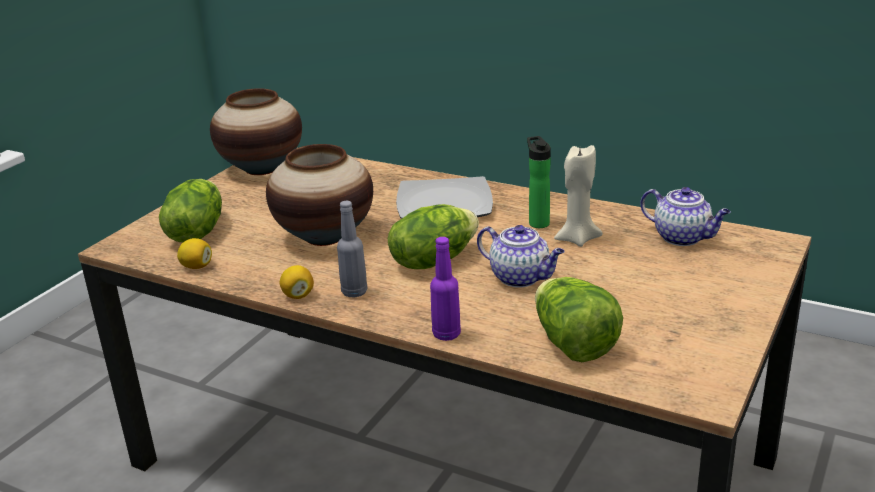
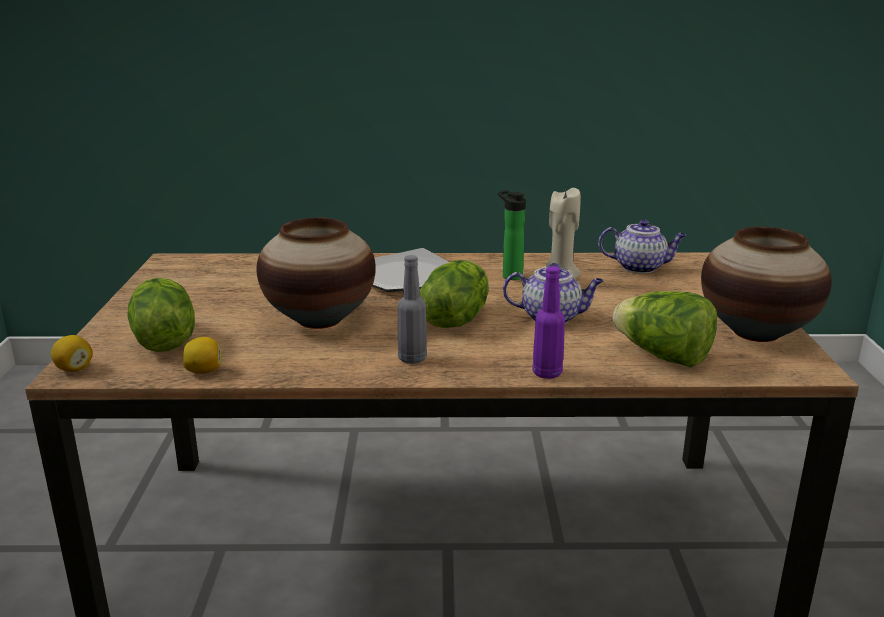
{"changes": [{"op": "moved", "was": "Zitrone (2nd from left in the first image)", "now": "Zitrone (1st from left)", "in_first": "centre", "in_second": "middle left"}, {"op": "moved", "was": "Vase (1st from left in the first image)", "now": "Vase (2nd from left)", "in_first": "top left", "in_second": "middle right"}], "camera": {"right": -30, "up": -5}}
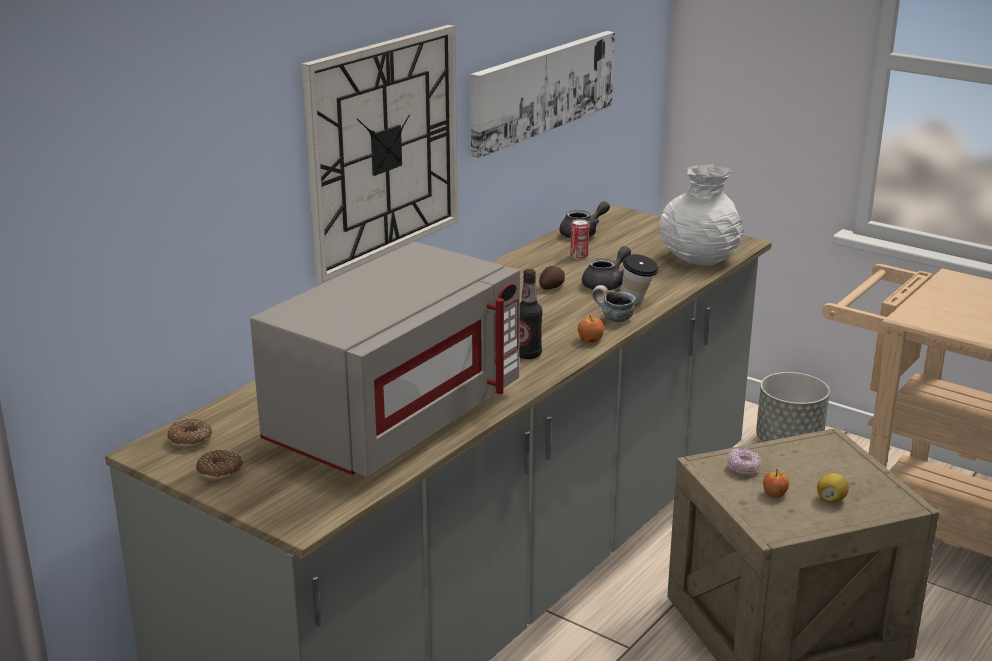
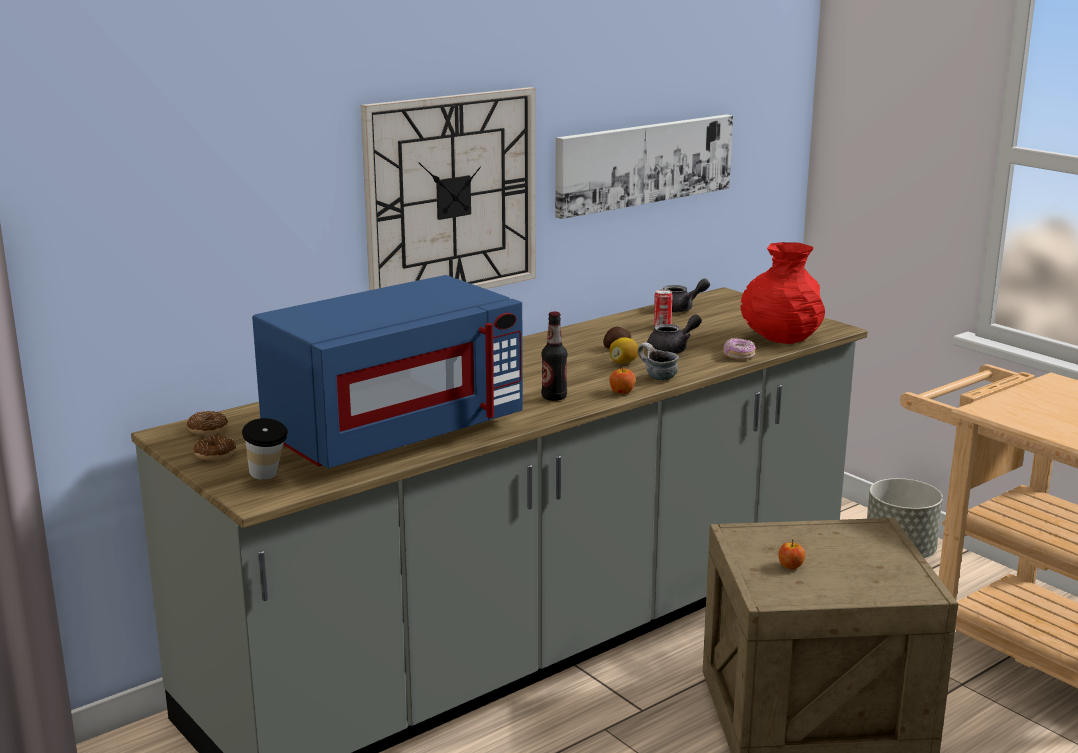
{"changes": [{"op": "moved", "was": "Tasse", "in_first": "centre", "in_second": "middle left"}, {"op": "recoloured", "was": "Mikrowelle (grau)", "now": "Mikrowelle (blau)", "in_first": "centre", "in_second": "centre"}, {"op": "moved", "was": "Zitrone", "in_first": "bottom right", "in_second": "centre"}, {"op": "moved", "was": "Donut (3rd from left)", "in_first": "bottom right", "in_second": "middle right"}, {"op": "recoloured", "was": "Vase (weiß)", "now": "Vase (rot)", "in_first": "top right", "in_second": "middle right"}], "camera": {"right": 15, "up": -5}}
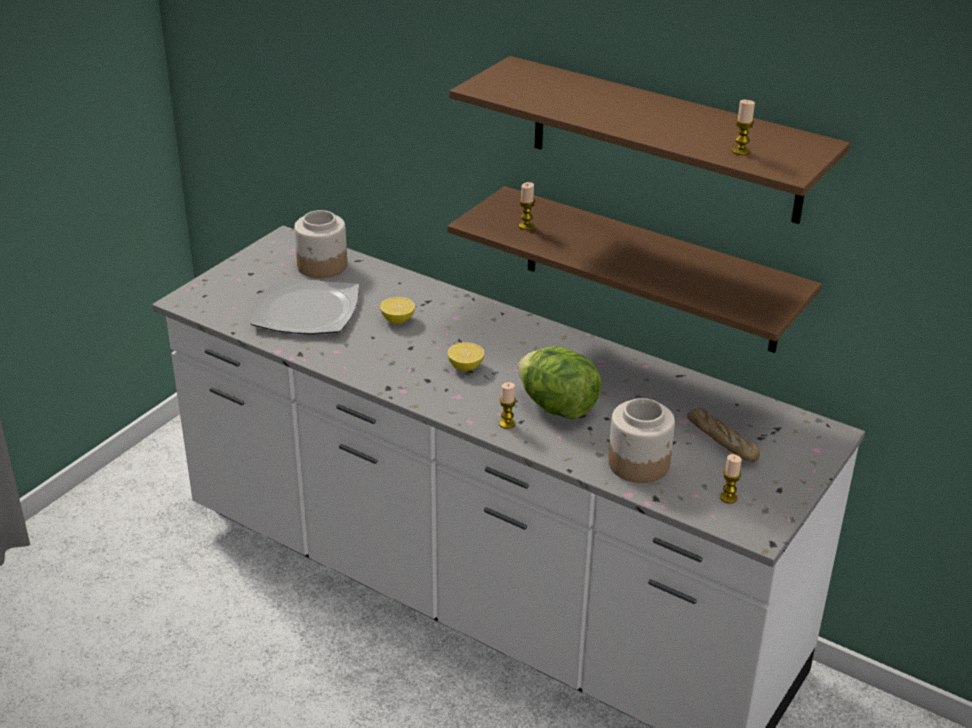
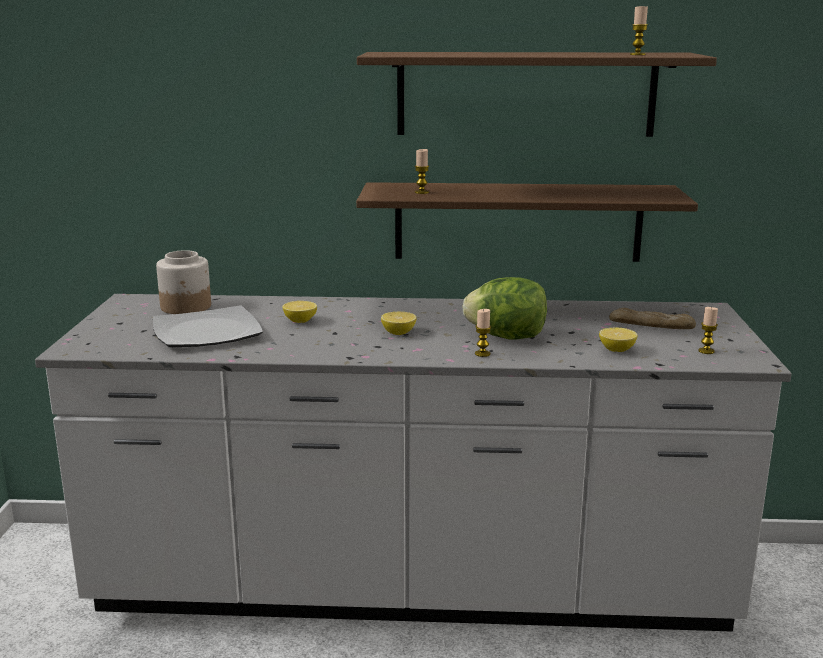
{"changes": [{"op": "replaced", "was": "Vorratsglas (2nd from left)", "now": "Zitrone (3rd from left)", "in_first": "centre", "in_second": "middle right"}], "camera": {"right": -30, "up": -15}}
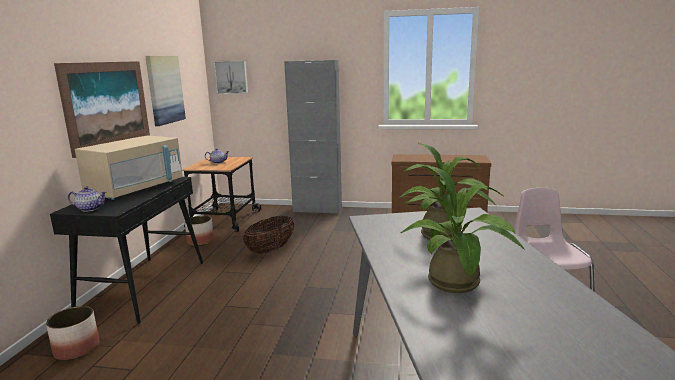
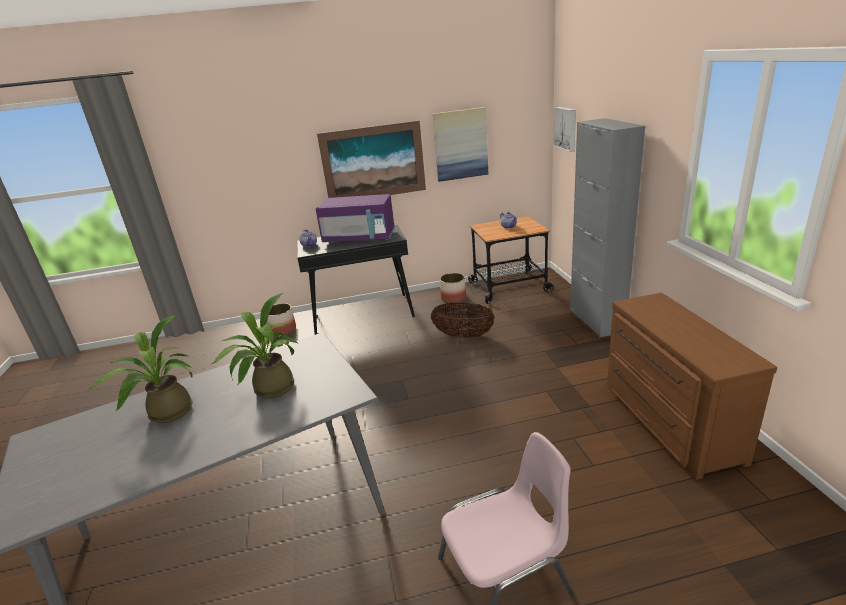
{"changes": [{"op": "recoloured", "was": "Mikrowelle (beige)", "now": "Mikrowelle (lila)", "in_first": "middle left", "in_second": "centre"}], "camera": {"right": 70, "up": 10}}
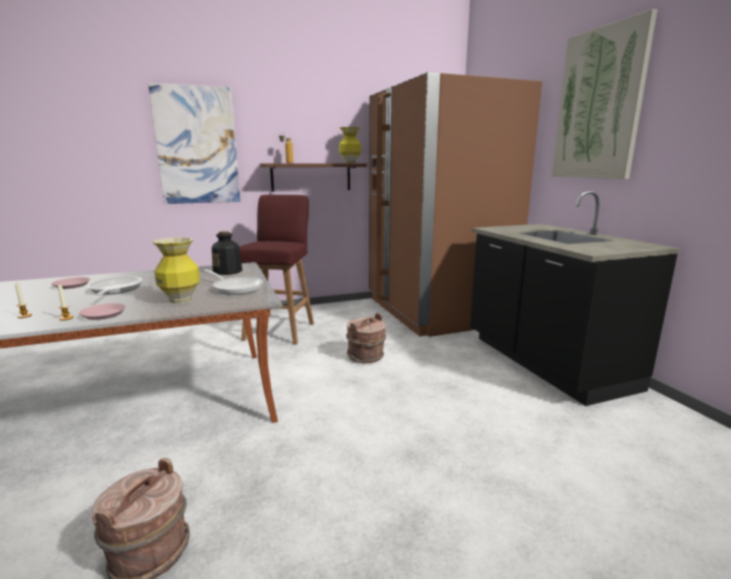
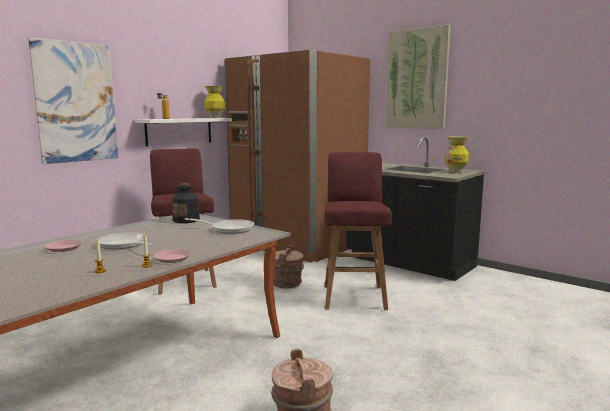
{"changes": [{"op": "recoloured", "was": "Wandregal (braun)", "now": "Wandregal (weiß)", "in_first": "top centre", "in_second": "top left"}, {"op": "added", "now": "Hocker (rot) (2nd from left)", "in_second": "centre"}, {"op": "moved", "was": "Vase (1st from left in the first image)", "now": "Vase (2nd from left)", "in_first": "middle left", "in_second": "middle right"}], "camera": {"right": -30, "up": -5}}
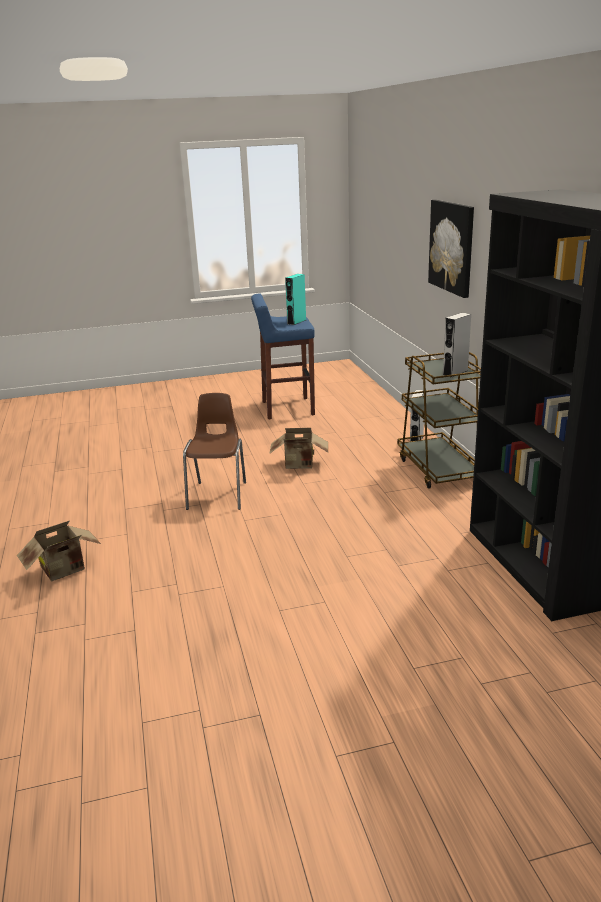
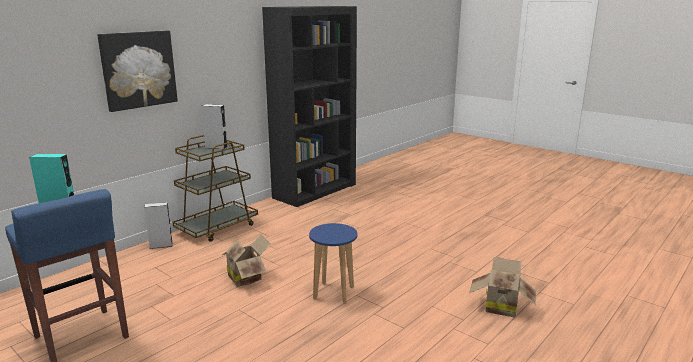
{"changes": [{"op": "replaced", "was": "Stuhl (braun)", "now": "Hocker (blau) (2nd from left)", "in_first": "centre", "in_second": "bottom centre"}], "camera": {"right": -125, "up": -5}}
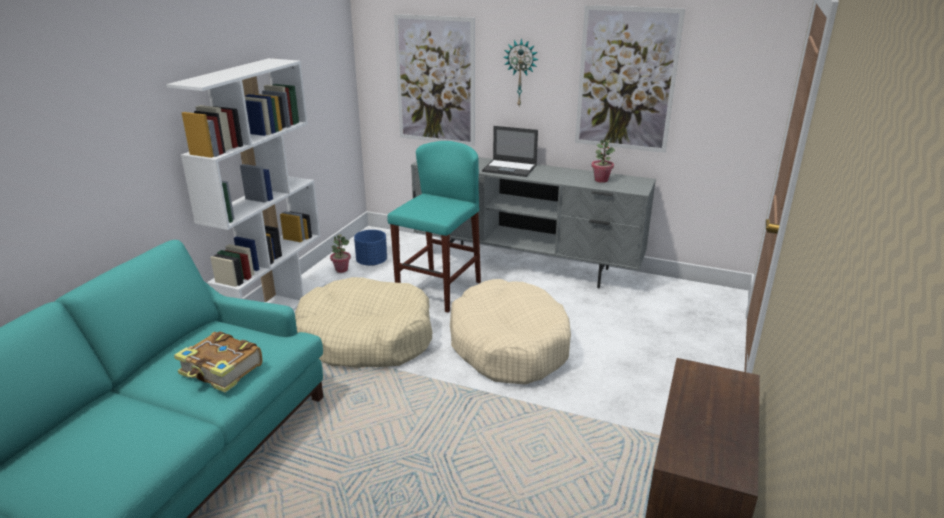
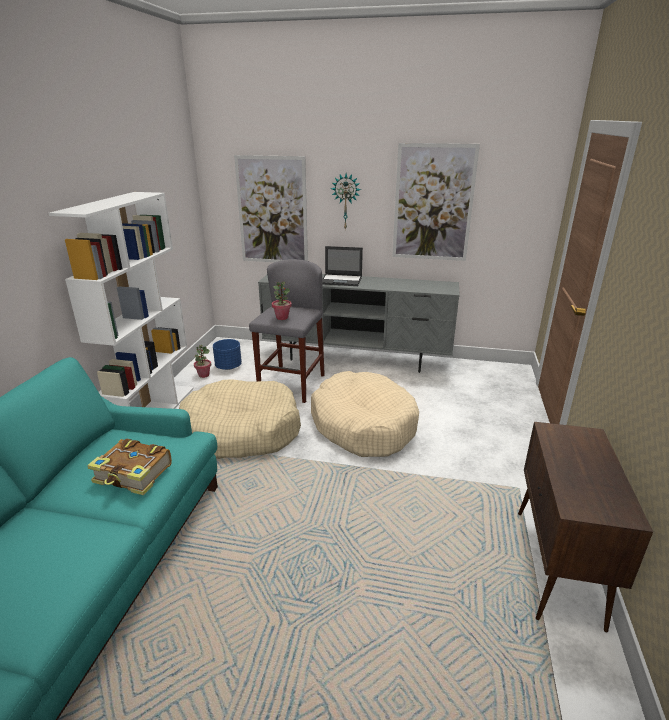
{"changes": [{"op": "recoloured", "was": "Hocker (türkis)", "now": "Hocker (grau)", "in_first": "centre", "in_second": "centre"}, {"op": "moved", "was": "Topfpflanze (2nd from left)", "in_first": "top centre", "in_second": "centre"}], "camera": {"right": -10, "up": 0}}
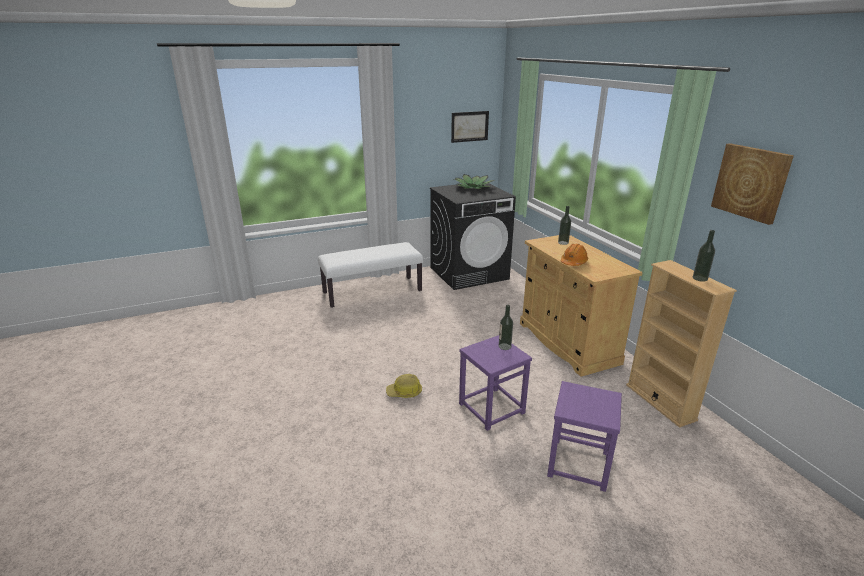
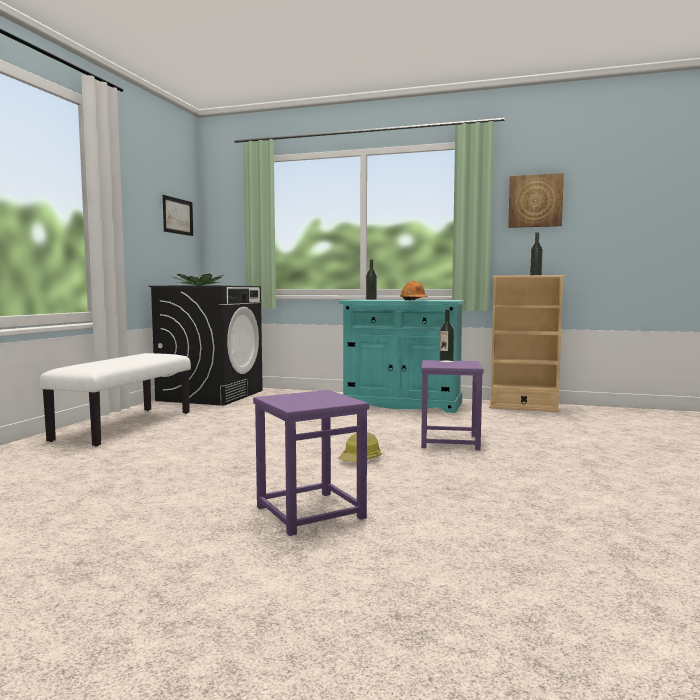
{"changes": [{"op": "moved", "was": "Hocker (lila) (2nd from left in the first image)", "now": "Hocker (lila) (1st from left)", "in_first": "bottom right", "in_second": "centre"}, {"op": "recoloured", "was": "Schrank (beige)", "now": "Schrank (türkis)", "in_first": "middle right", "in_second": "centre"}], "camera": {"right": -50, "up": -20}}
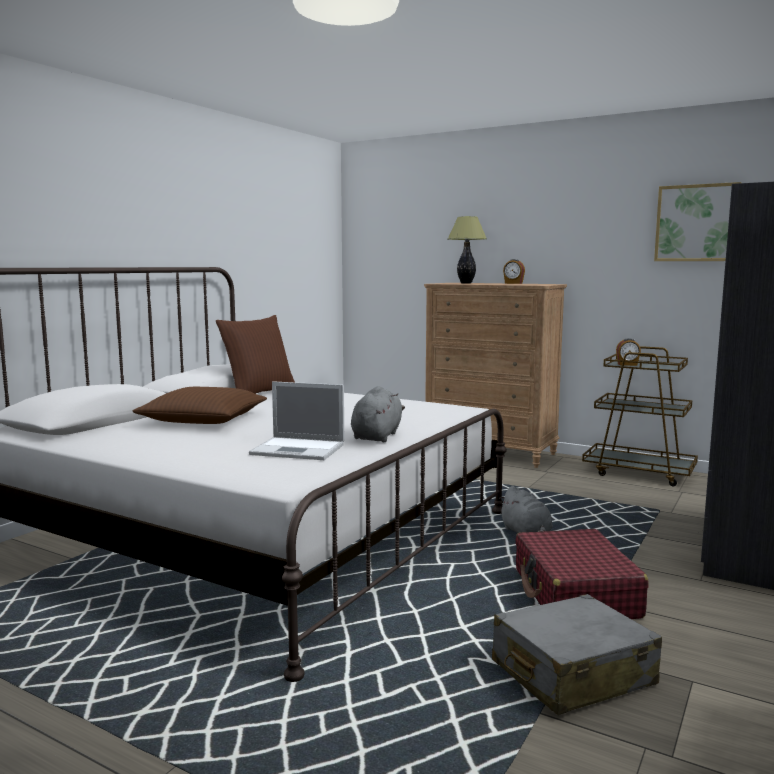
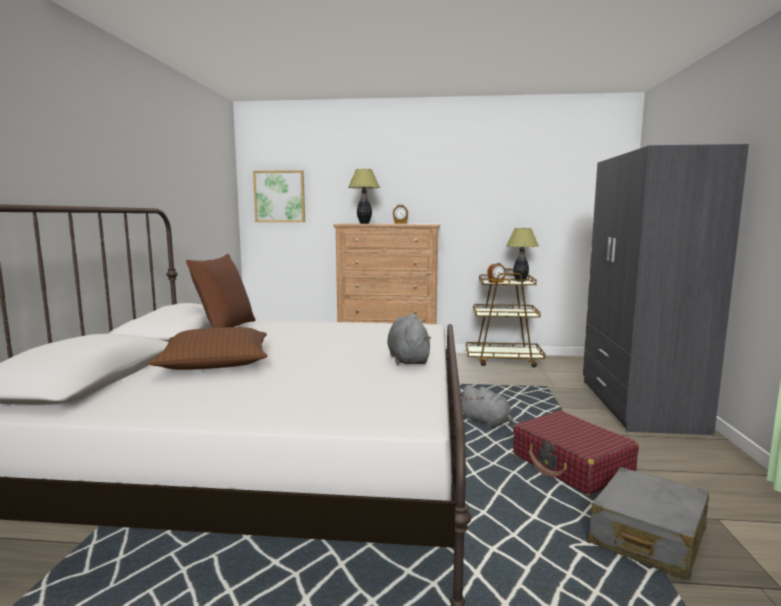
{"changes": [{"op": "moved", "was": "Bild", "in_first": "top right", "in_second": "top centre"}, {"op": "added", "now": "Tischlampe (2nd from left)", "in_second": "middle right"}, {"op": "removed", "was": "Laptop", "in_first": "centre"}], "camera": {"right": -25, "up": 0}}
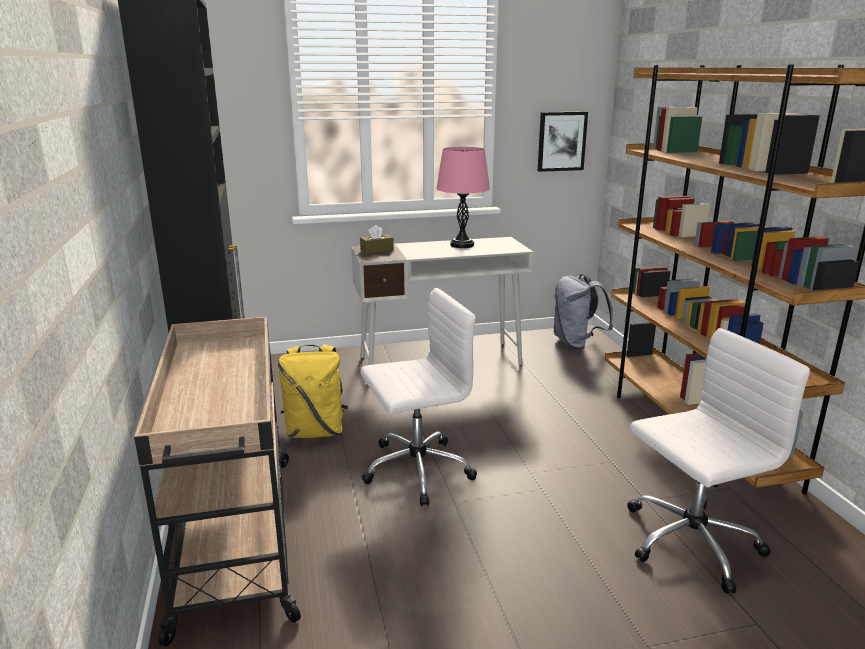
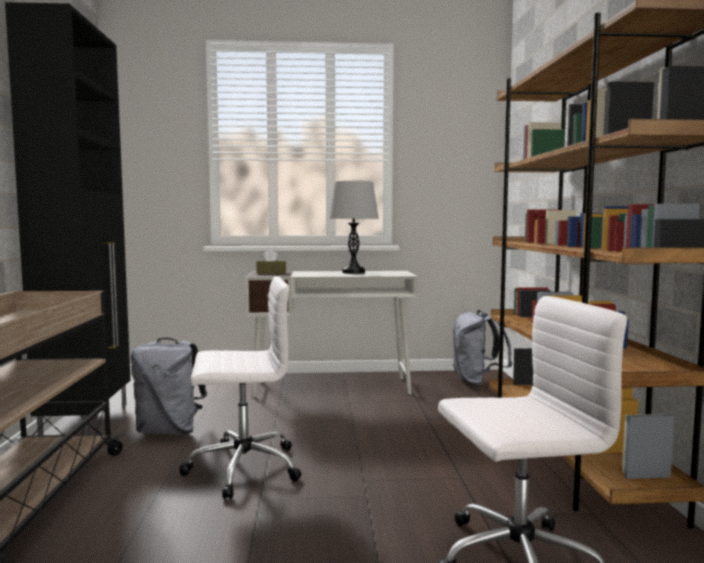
{"changes": [{"op": "recoloured", "was": "Rucksack (gelb)", "now": "Rucksack (grau) (1st from left)", "in_first": "centre", "in_second": "bottom left"}, {"op": "recoloured", "was": "Tischlampe (rosa)", "now": "Tischlampe (grau)", "in_first": "top centre", "in_second": "centre"}, {"op": "removed", "was": "Bild", "in_first": "top centre"}], "camera": {"right": 10, "up": -15}}
